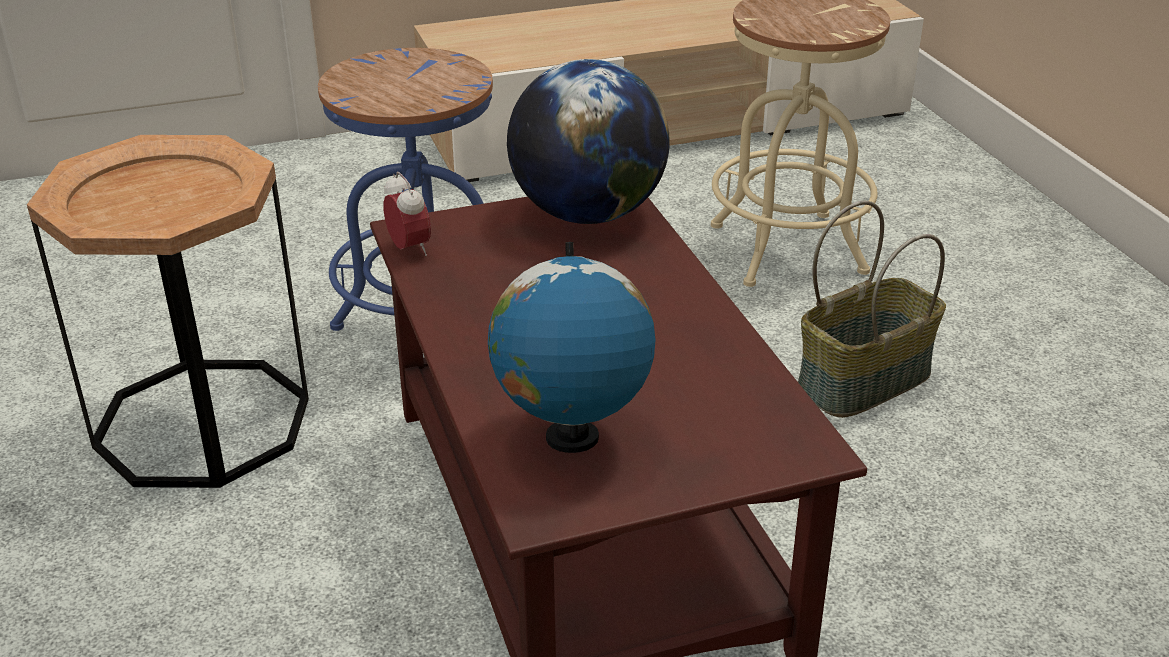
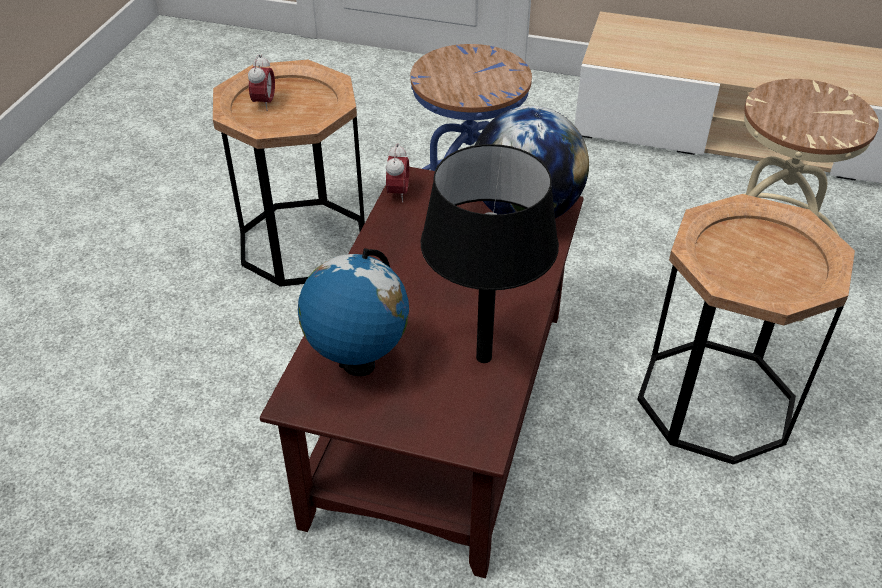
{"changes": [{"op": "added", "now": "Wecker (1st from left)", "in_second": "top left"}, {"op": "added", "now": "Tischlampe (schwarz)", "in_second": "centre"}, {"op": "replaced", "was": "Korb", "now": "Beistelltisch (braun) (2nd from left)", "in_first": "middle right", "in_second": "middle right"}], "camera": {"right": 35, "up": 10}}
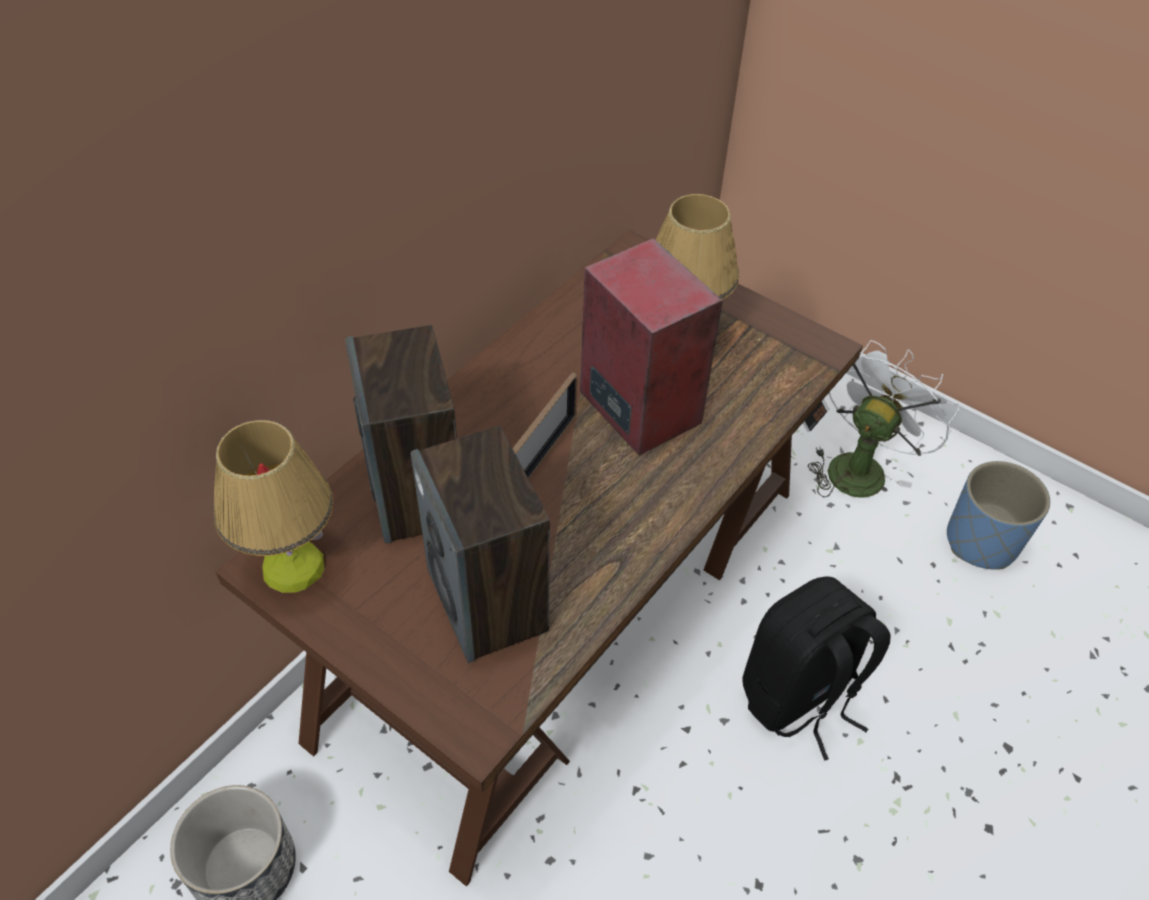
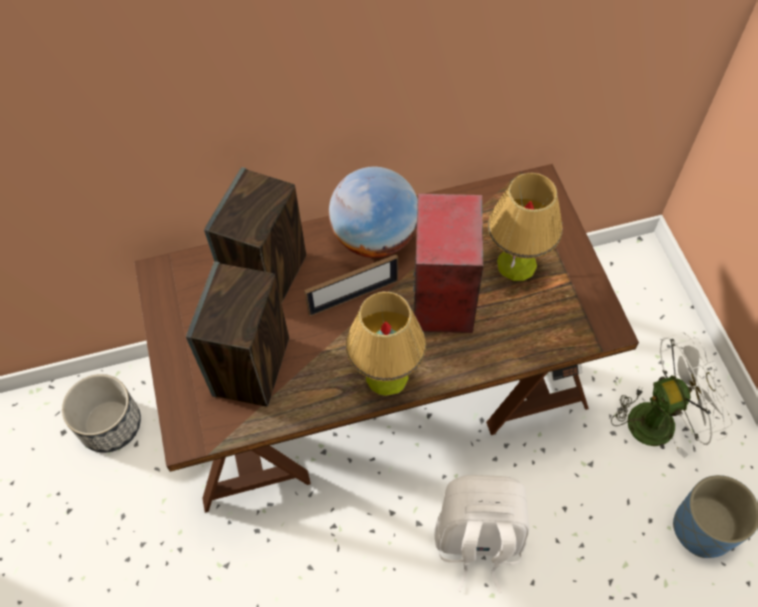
{"changes": [{"op": "added", "now": "Globus", "in_second": "centre"}, {"op": "moved", "was": "Tischlampe (1st from left)", "in_first": "middle left", "in_second": "centre"}, {"op": "recoloured", "was": "Rucksack (schwarz)", "now": "Rucksack (weiß)", "in_first": "bottom right", "in_second": "bottom centre"}], "camera": {"right": 40, "up": 10}}
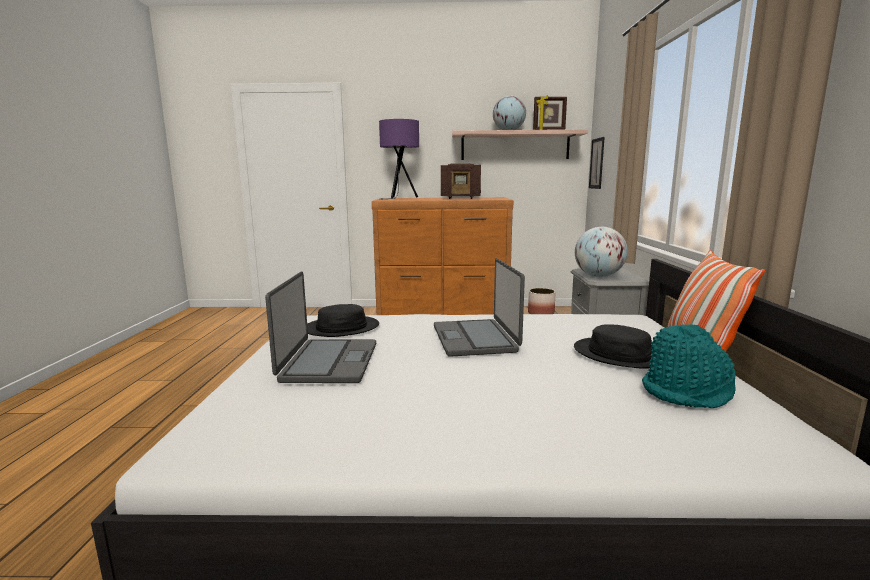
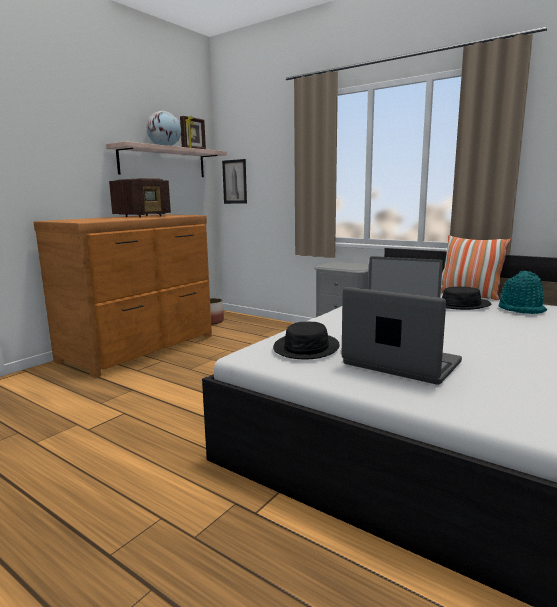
{"changes": [{"op": "removed", "was": "Tischlampe (lila)", "in_first": "top centre"}, {"op": "removed", "was": "Globus (2nd from left)", "in_first": "middle right"}], "camera": {"right": -55, "up": 0}}
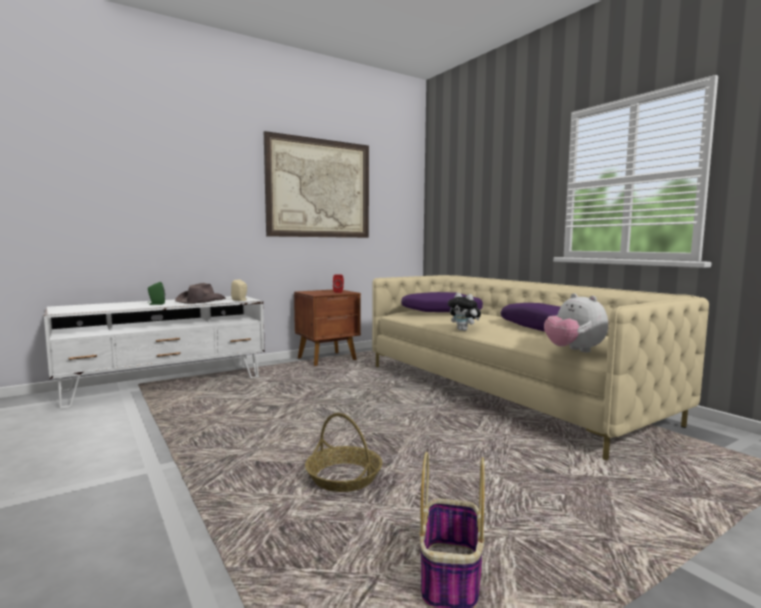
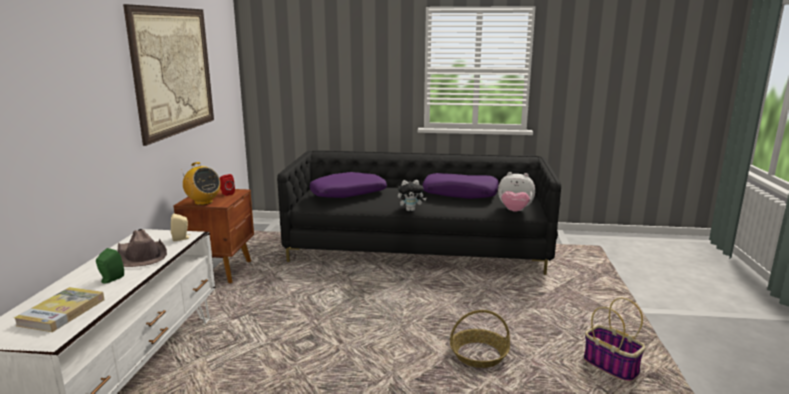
{"changes": [{"op": "added", "now": "Buch", "in_second": "bottom left"}, {"op": "added", "now": "Radio", "in_second": "middle left"}, {"op": "recoloured", "was": "Sofa (beige)", "now": "Sofa (schwarz)", "in_first": "middle right", "in_second": "centre"}], "camera": {"right": -50, "up": 10}}
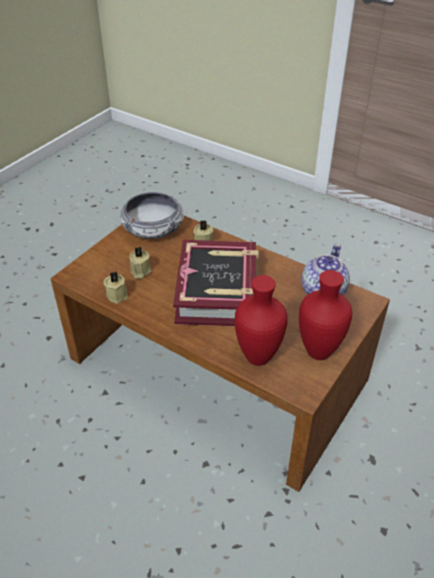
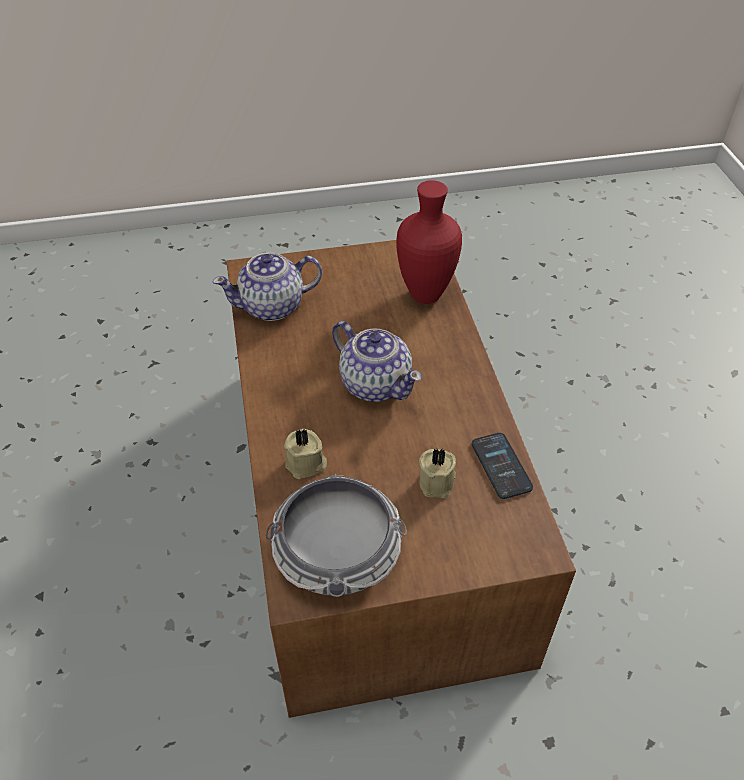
{"changes": [{"op": "replaced", "was": "Buch", "now": "Teekanne (2nd from left)", "in_first": "centre", "in_second": "centre"}, {"op": "replaced", "was": "Kerze (beige) (1st from left)", "now": "Handy", "in_first": "middle left", "in_second": "middle right"}, {"op": "removed", "was": "Vase (rot) (2nd from left)", "in_first": "middle right"}], "camera": {"right": -135, "up": 5}}
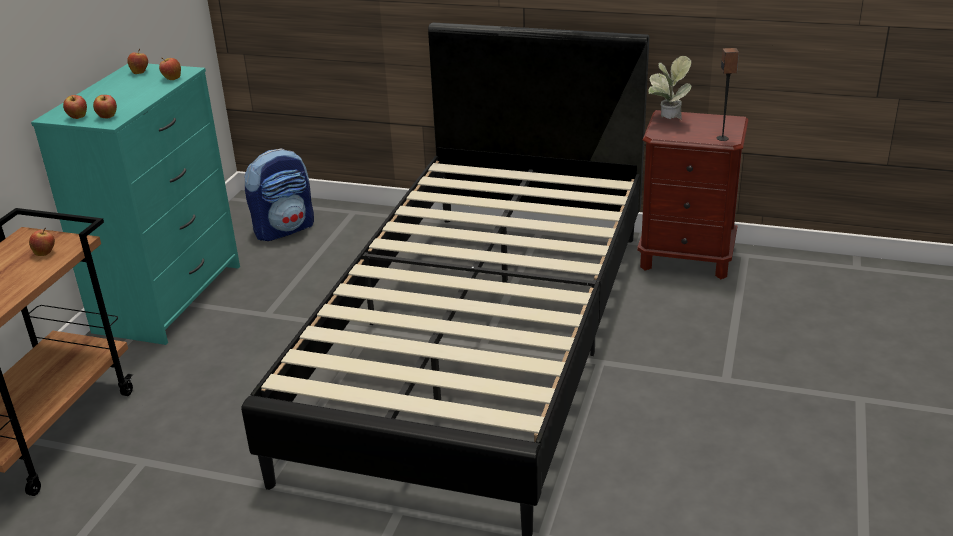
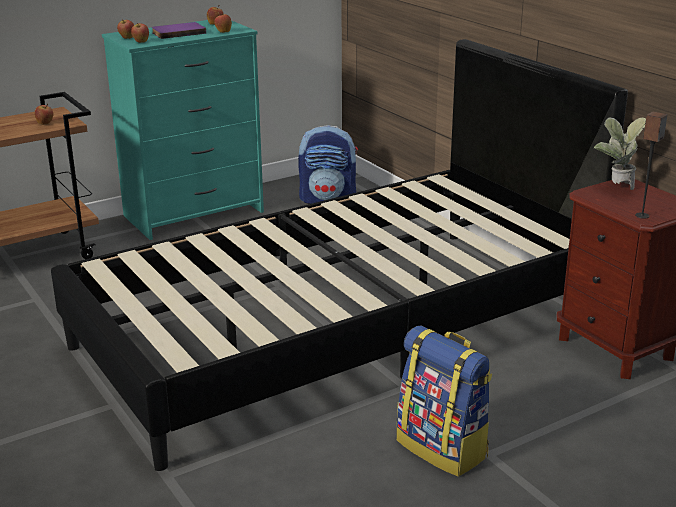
{"changes": [{"op": "added", "now": "Buch (lila)", "in_second": "top left"}, {"op": "added", "now": "Rucksack (2nd from left)", "in_second": "bottom centre"}], "camera": {"right": 40, "up": -5}}
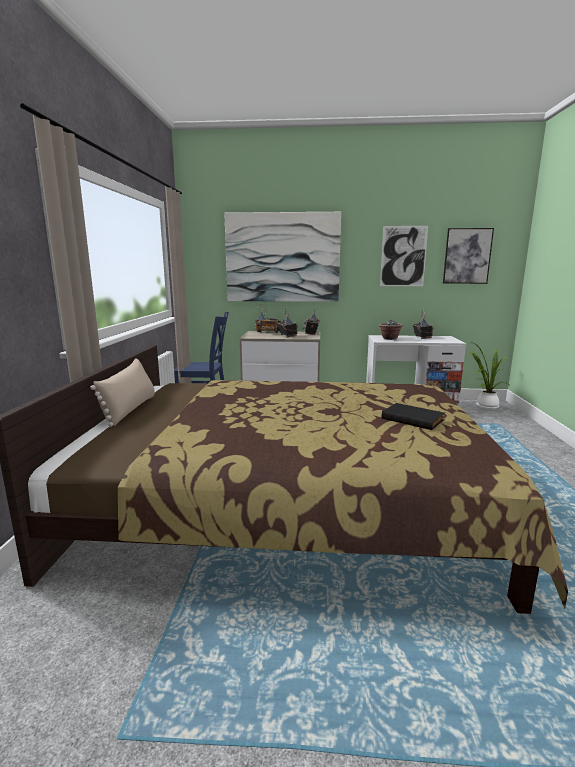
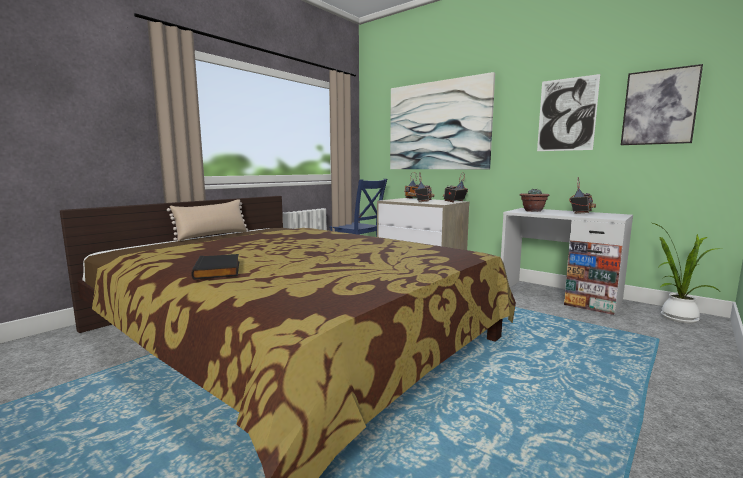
{"changes": [{"op": "moved", "was": "Buch (schwarz)", "in_first": "middle right", "in_second": "middle left"}], "camera": {"right": 35, "up": -5}}
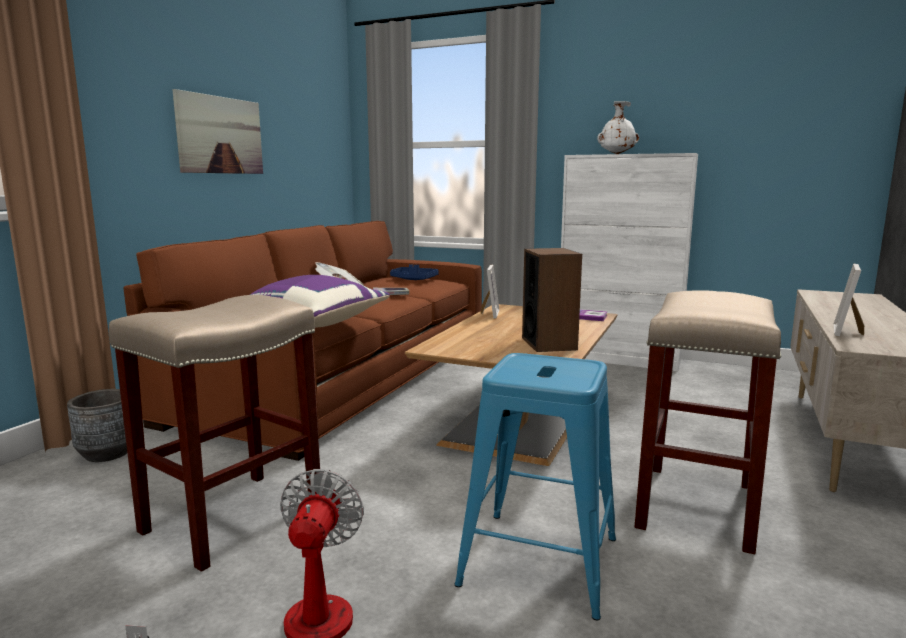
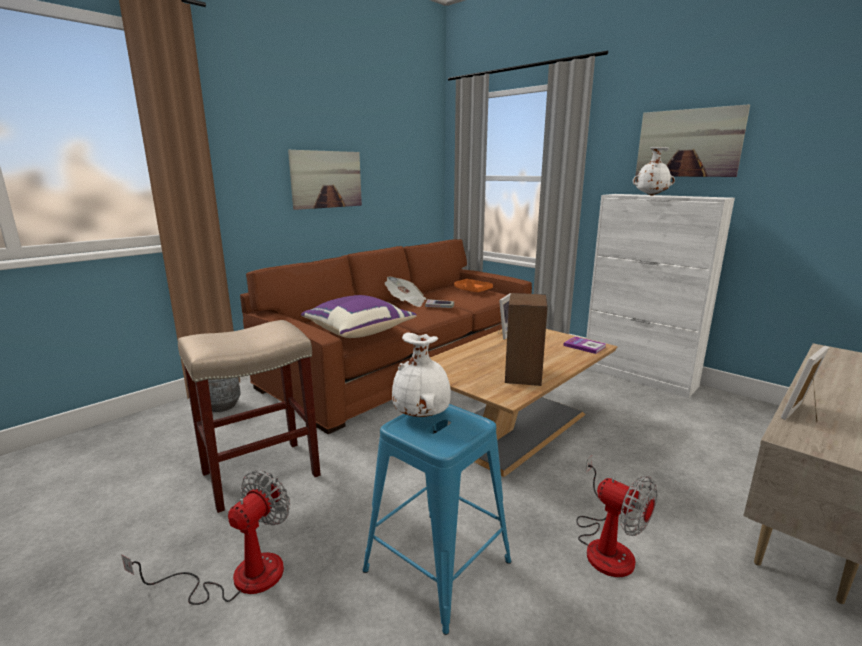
{"changes": [{"op": "added", "now": "Vase (weiß) (1st from left)", "in_second": "centre"}, {"op": "recoloured", "was": "Tablett (blau)", "now": "Tablett (orange)", "in_first": "centre", "in_second": "centre"}, {"op": "replaced", "was": "Hocker (beige) (2nd from left)", "now": "Ventilator (2nd from left)", "in_first": "middle right", "in_second": "bottom right"}, {"op": "added", "now": "Bild (2nd from left)", "in_second": "top right"}], "camera": {"right": 20, "up": 5}}
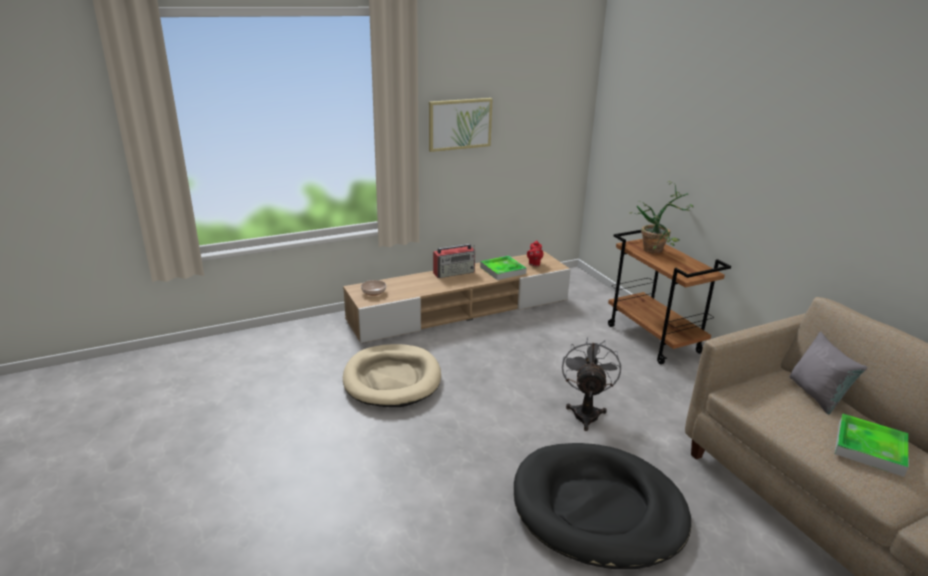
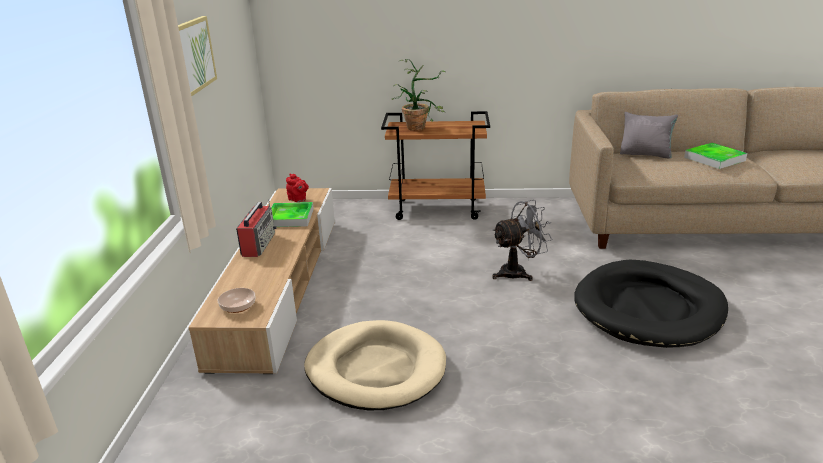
{"changes": [{"op": "turned", "was": "Ventilator (grau)", "in_first": "bottom centre", "in_second": "centre", "clockwise": 120}], "camera": {"right": -60, "up": 0}}
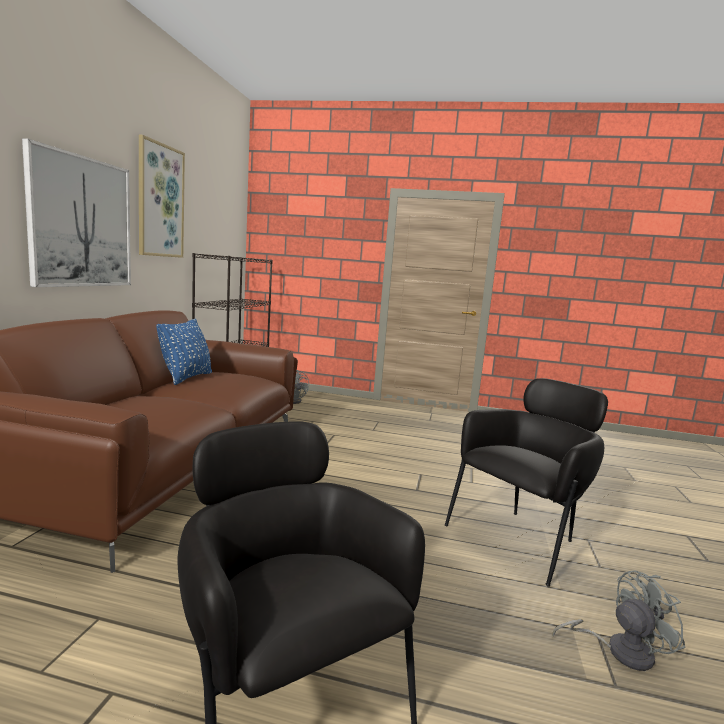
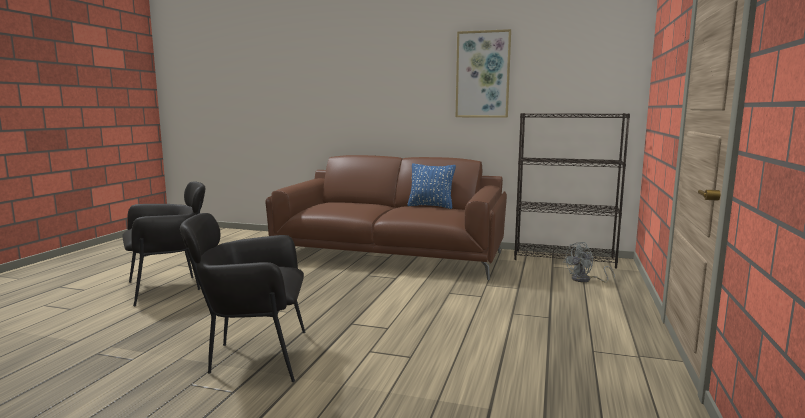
{"changes": [{"op": "turned", "was": "Sessel (schwarz) (2nd from left)", "in_first": "middle right", "in_second": "bottom left", "clockwise": 120}, {"op": "removed", "was": "Bild (1st from left)", "in_first": "top left"}, {"op": "removed", "was": "Ventilator (grau) (2nd from left)", "in_first": "bottom right"}], "camera": {"right": 95, "up": 0}}
